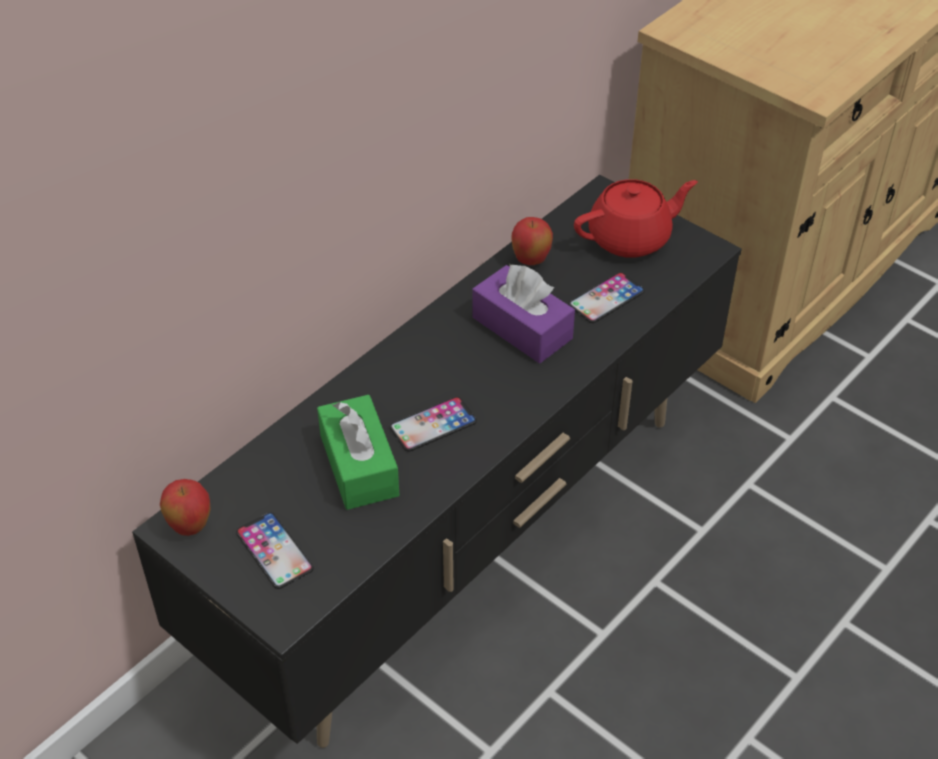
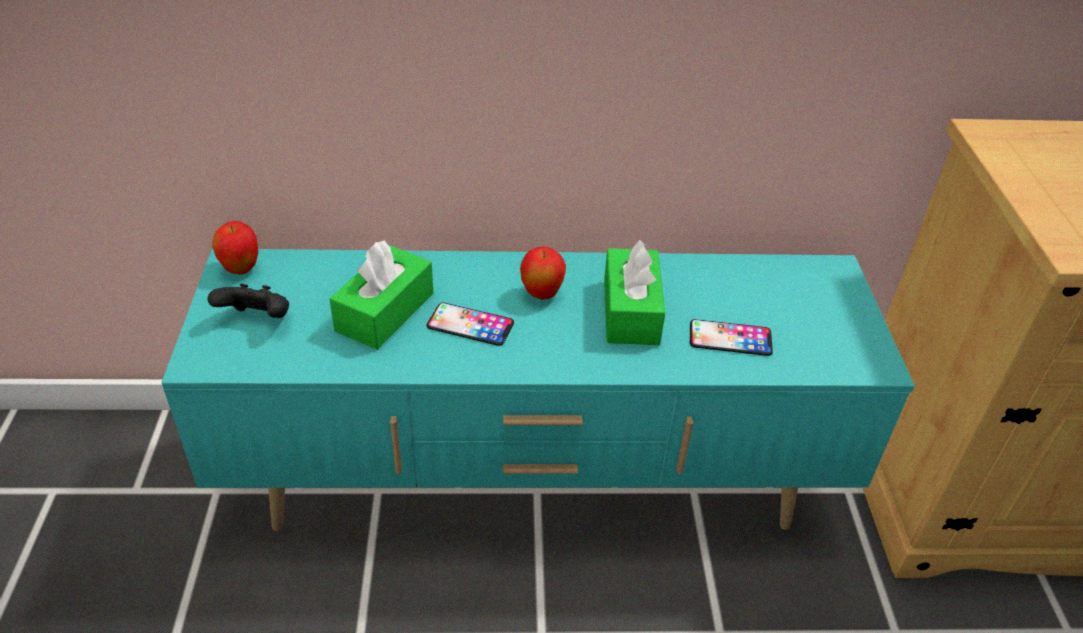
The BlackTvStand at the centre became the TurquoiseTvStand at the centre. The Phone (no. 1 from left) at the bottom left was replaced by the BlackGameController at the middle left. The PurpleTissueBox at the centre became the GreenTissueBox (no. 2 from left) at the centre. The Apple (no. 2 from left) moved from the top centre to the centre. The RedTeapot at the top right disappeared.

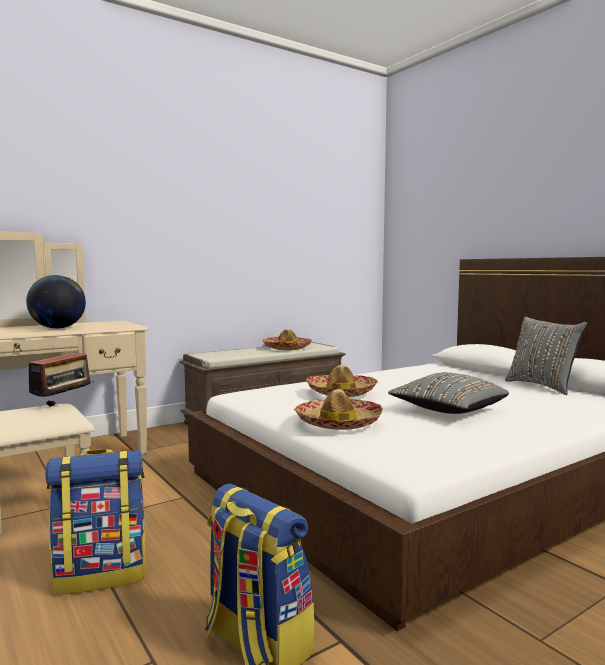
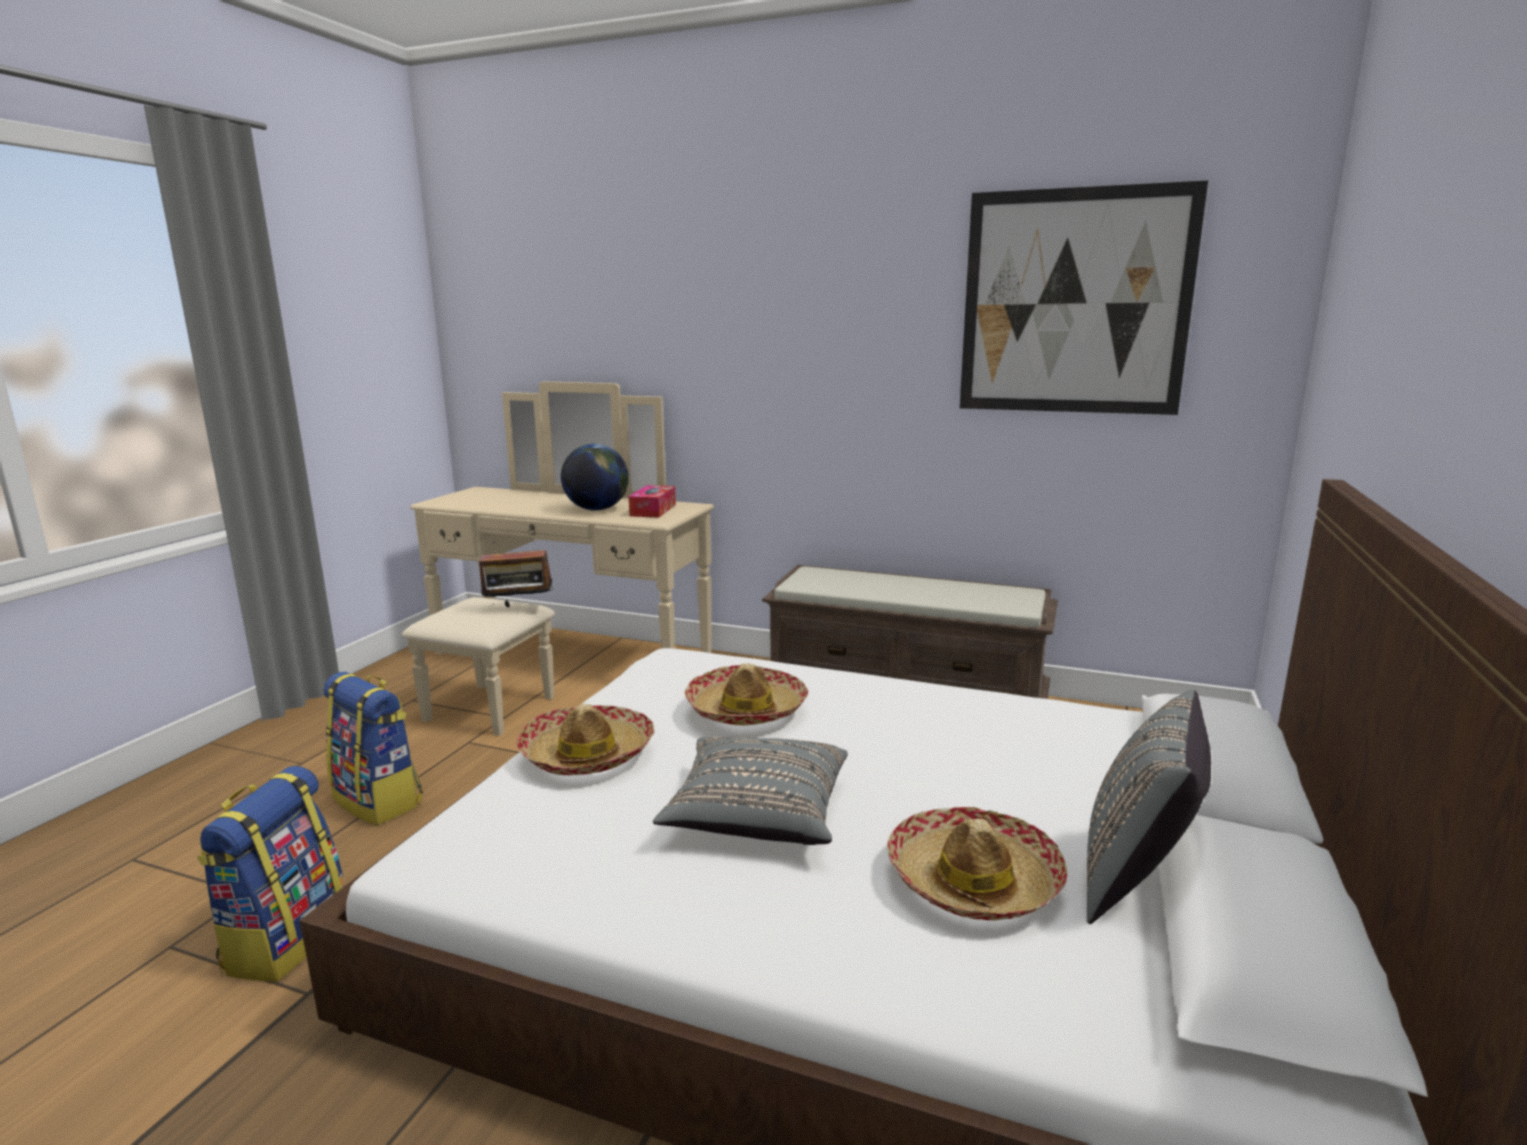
The Hat (no. 1 from left in the first image) moved from the centre to the bottom centre. The TissueBox at the centre appeared. The Picture at the top right appeared.

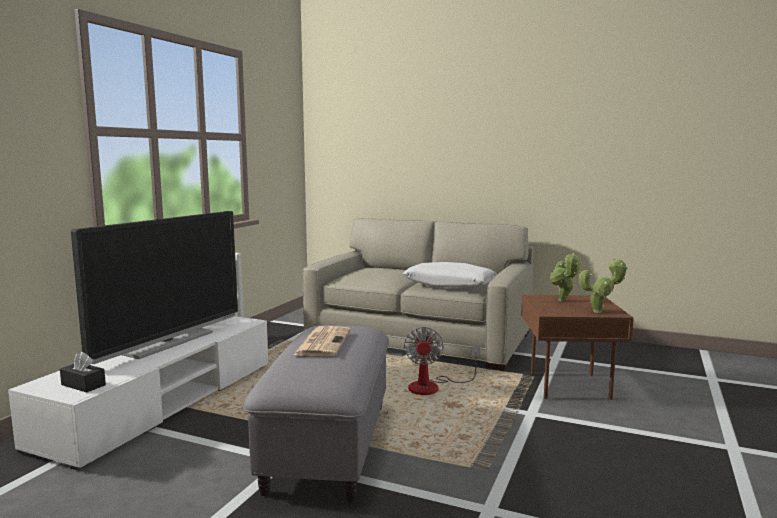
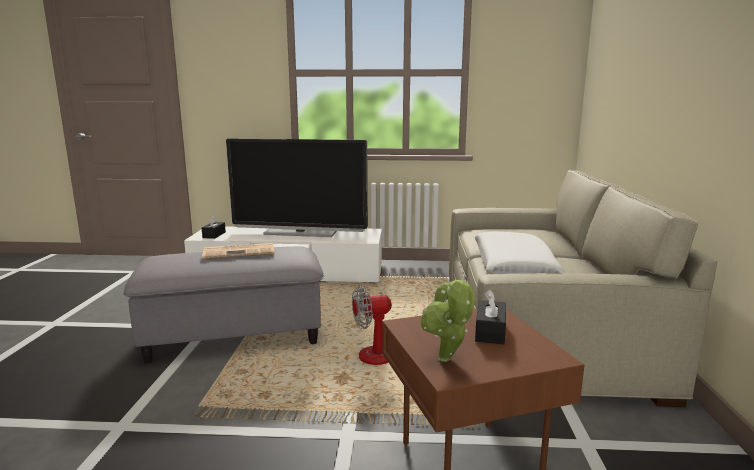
The PottedPlant (no. 1 from left) at the middle right was replaced by the BlackTissueBox (no. 2 from left) at the bottom centre.

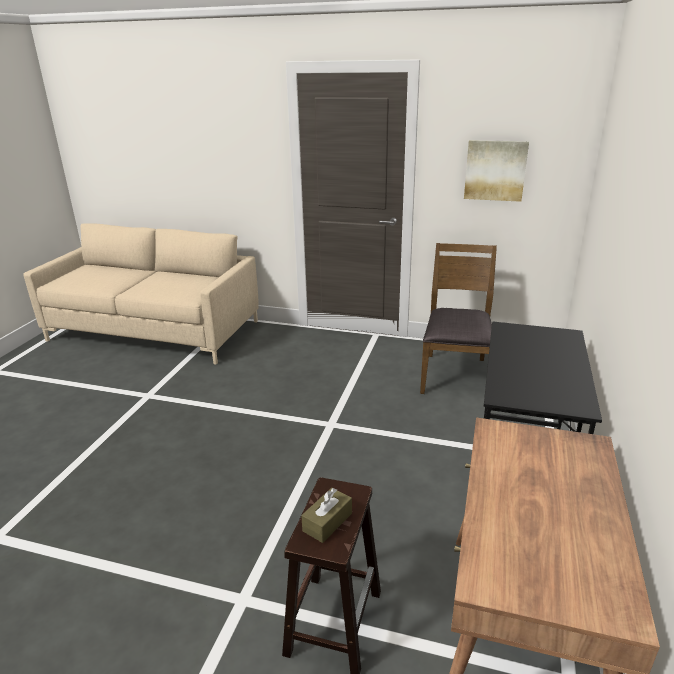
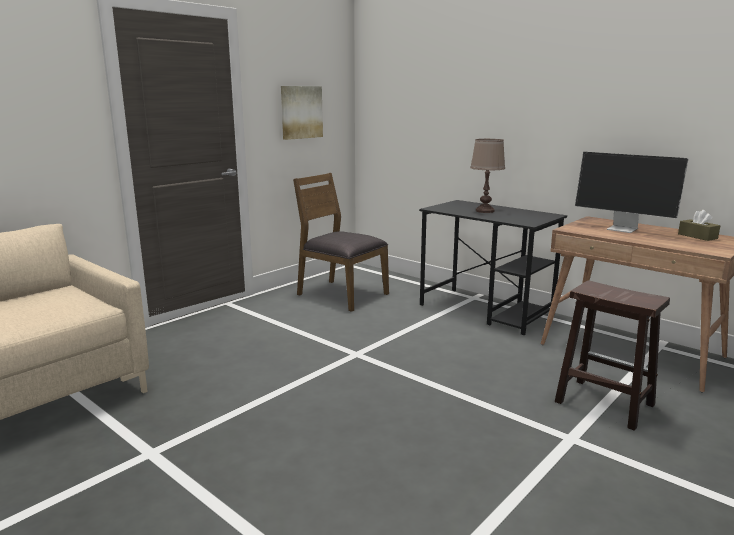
The BrownTissueBox moved from the bottom centre to the middle right. The BrownTableLamp at the top centre appeared. The Monitor at the middle right appeared.

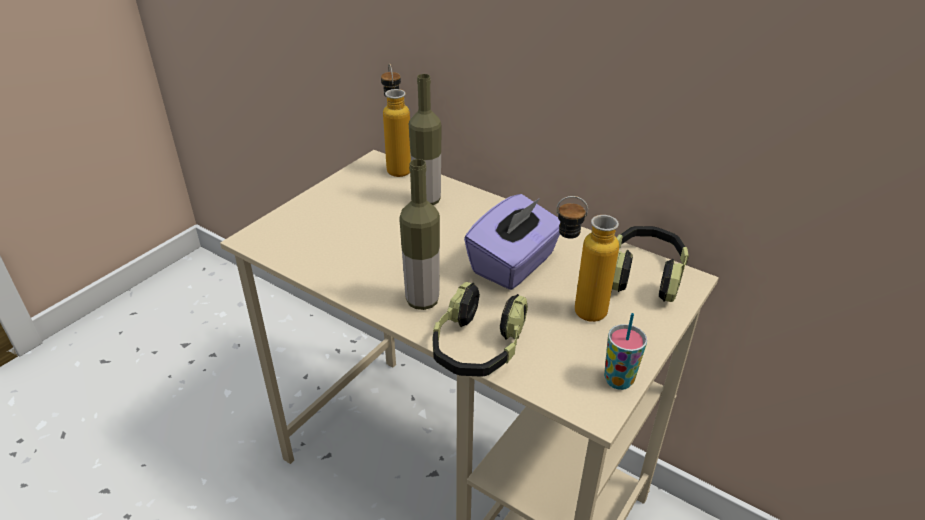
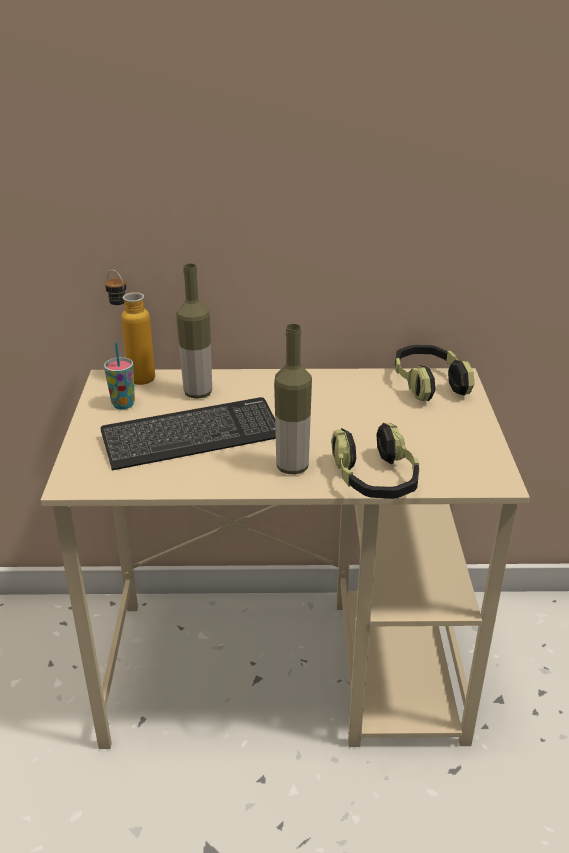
The PurpleTissueBox at the centre disappeared. The Bottle (no. 4 from left) at the centre disappeared. The Cup moved from the bottom right to the middle left. The Keyboard at the middle left appeared.

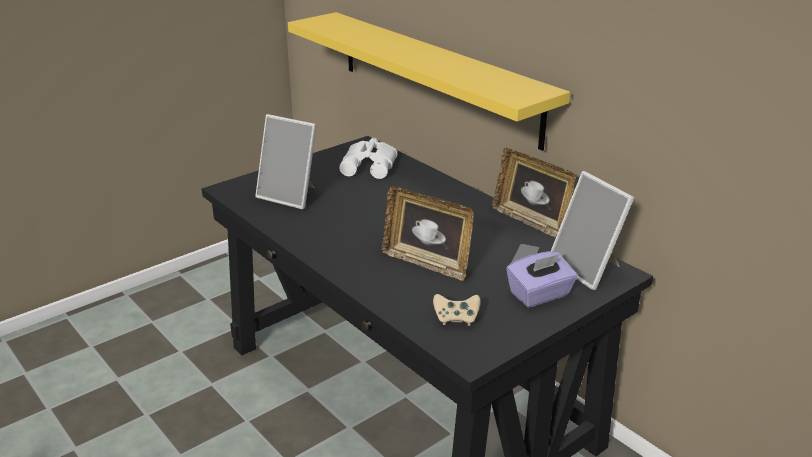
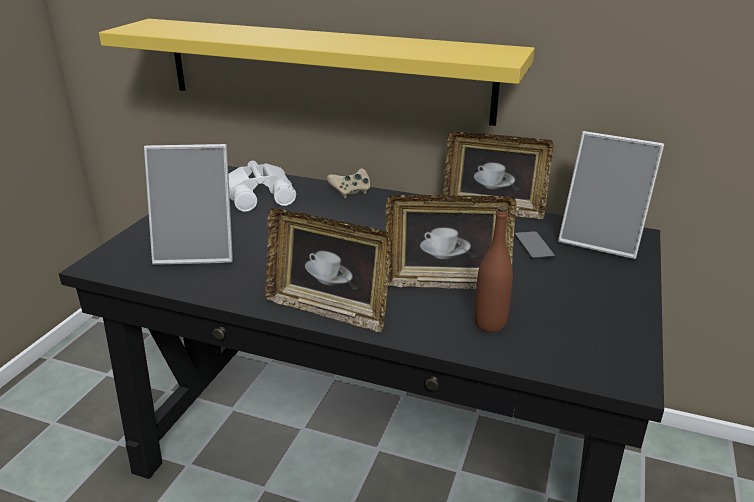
The BeigeGameController moved from the bottom centre to the centre. The PurpleTissueBox at the middle right disappeared. The PictureFrame (no. 2 from left) at the centre appeared. The BrownBottle at the centre appeared.

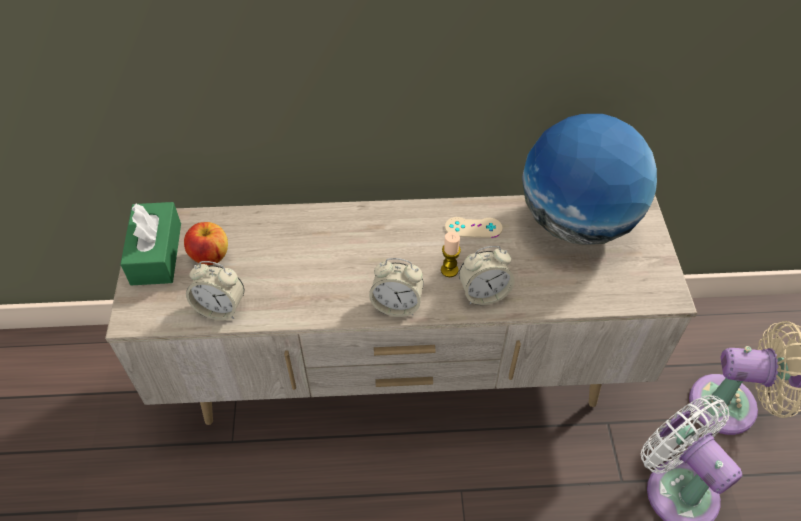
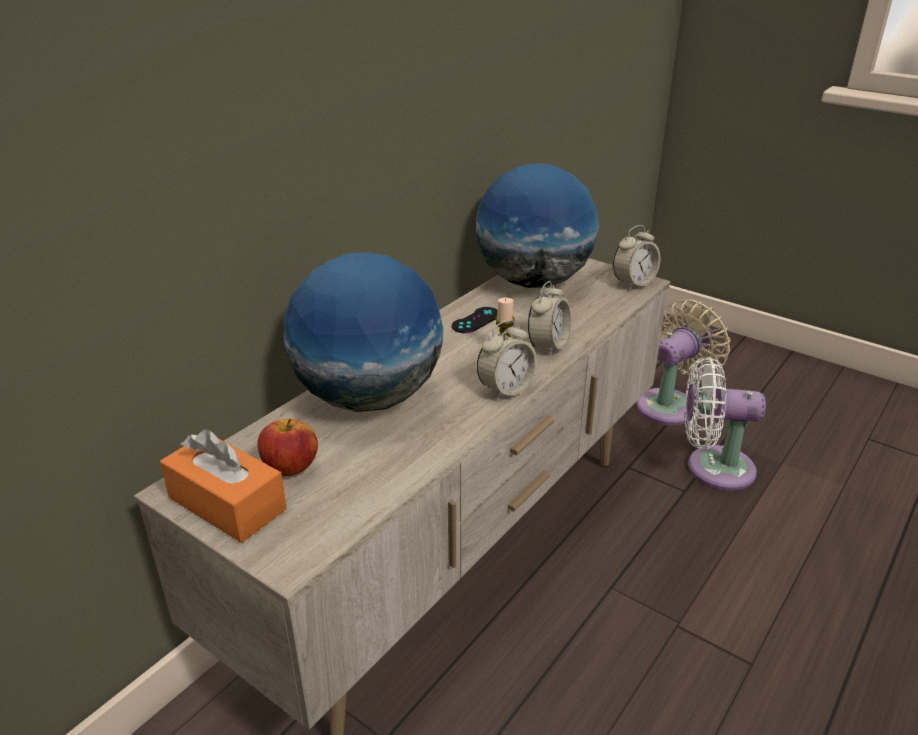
The GreenTissueBox at the middle left became the OrangeTissueBox at the middle left. The AlarmClock (no. 1 from left in the first image) moved from the middle left to the middle right. The BeigeGameController at the centre became the BlackGameController at the centre. The Globe (no. 1 from left) at the centre appeared.

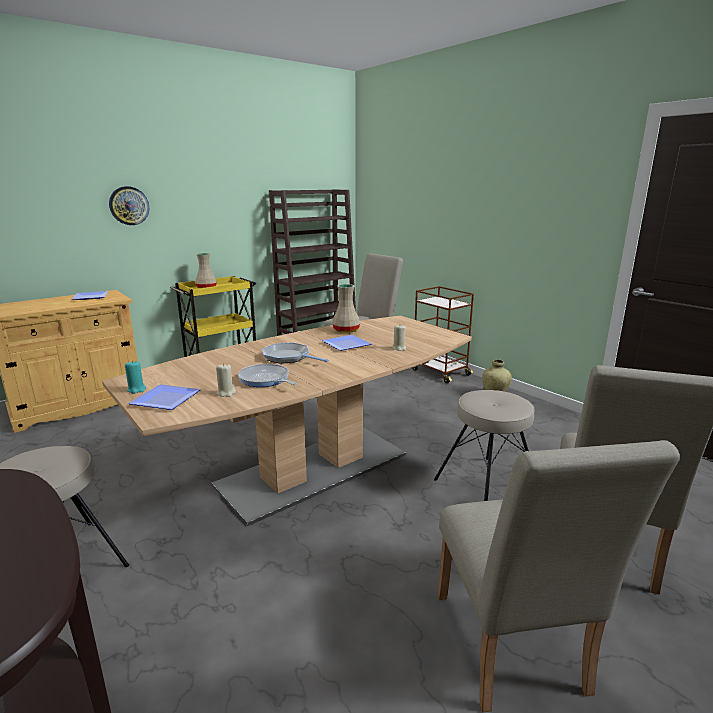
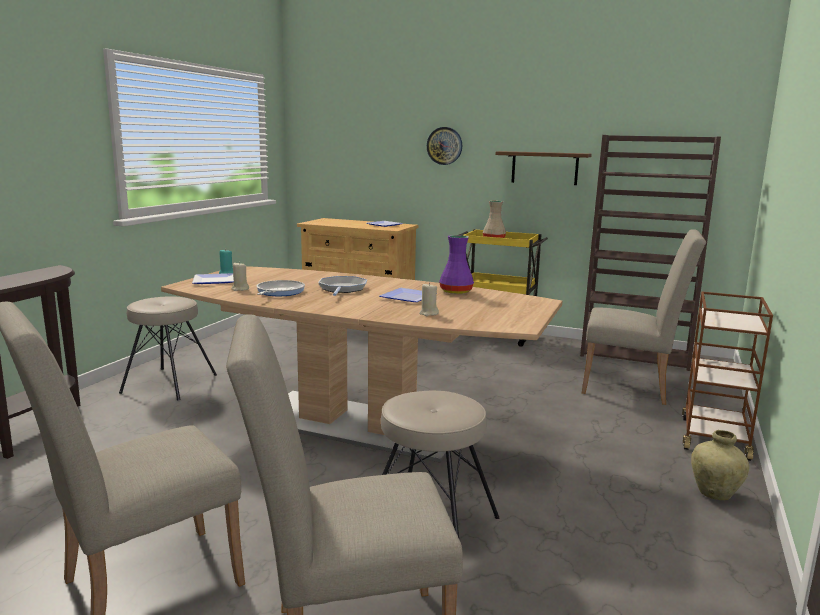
The BeigeVase (no. 2 from left) at the centre became the PurpleVase at the centre. The Shelf at the top centre appeared.

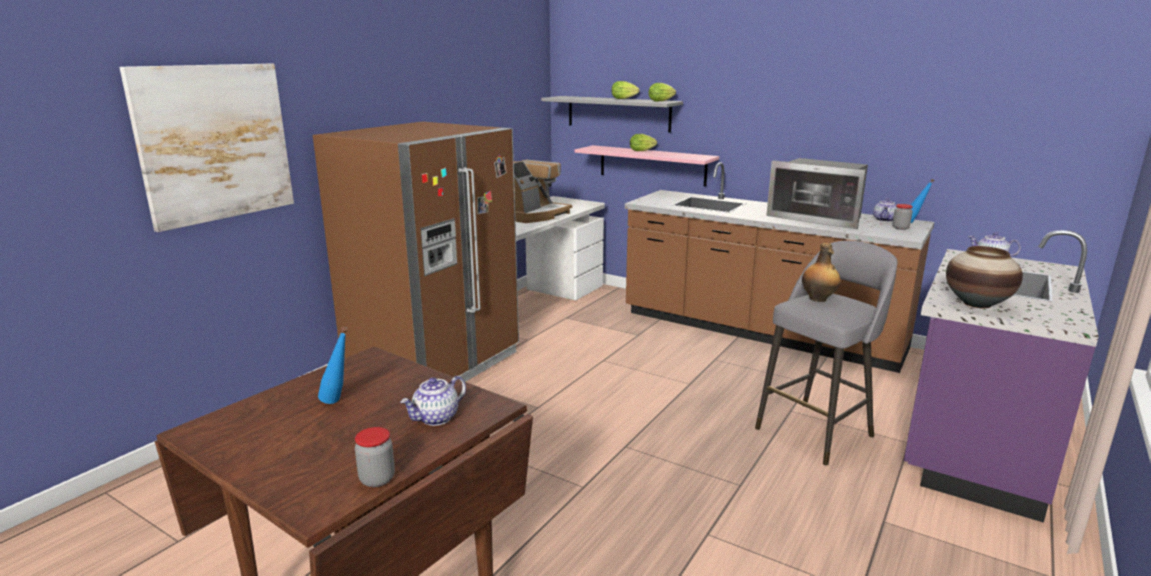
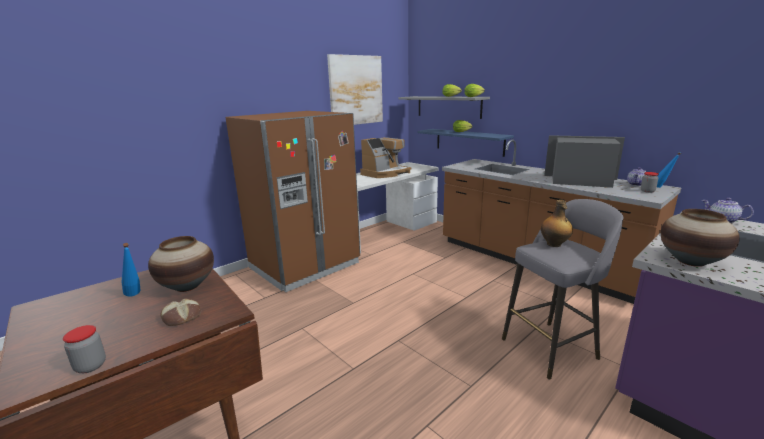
The Picture moved from the top left to the top centre. The Teapot (no. 1 from left) at the bottom centre was replaced by the Bread at the bottom left. The PinkShelf at the top centre became the BlueShelf at the top centre. The Microwave at the middle right turned 150 degrees clockwise. The Vase (no. 1 from left) at the middle left appeared.

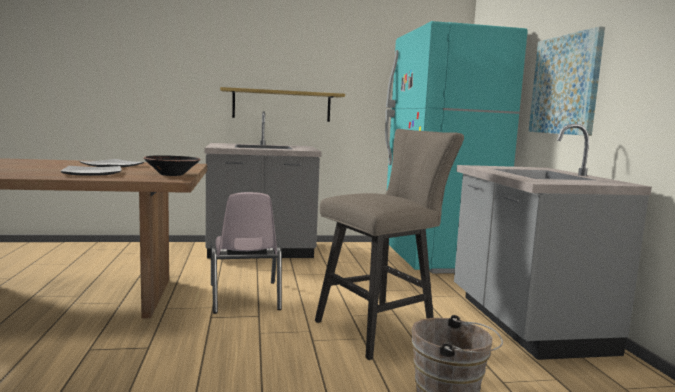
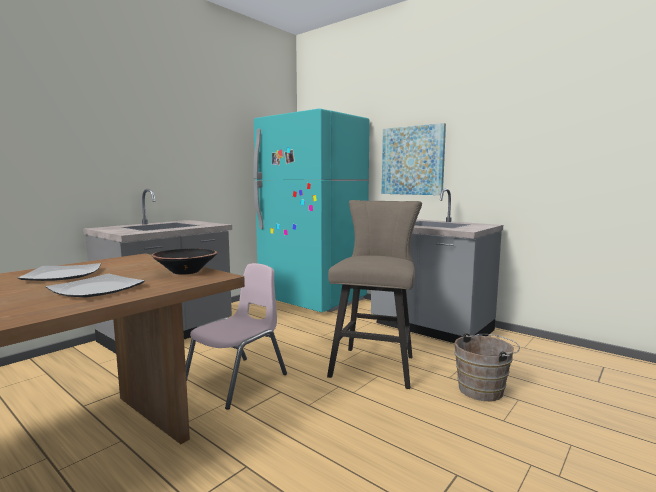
The PinkChair at the centre turned 90 degrees counterclockwise. The Shelf at the top centre disappeared.

